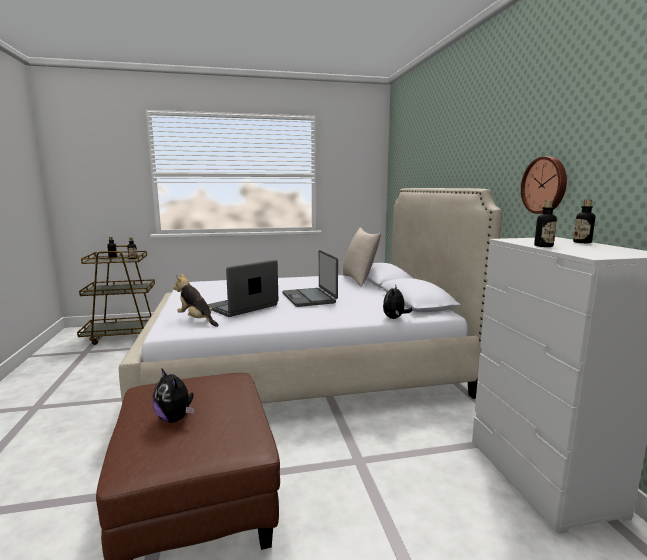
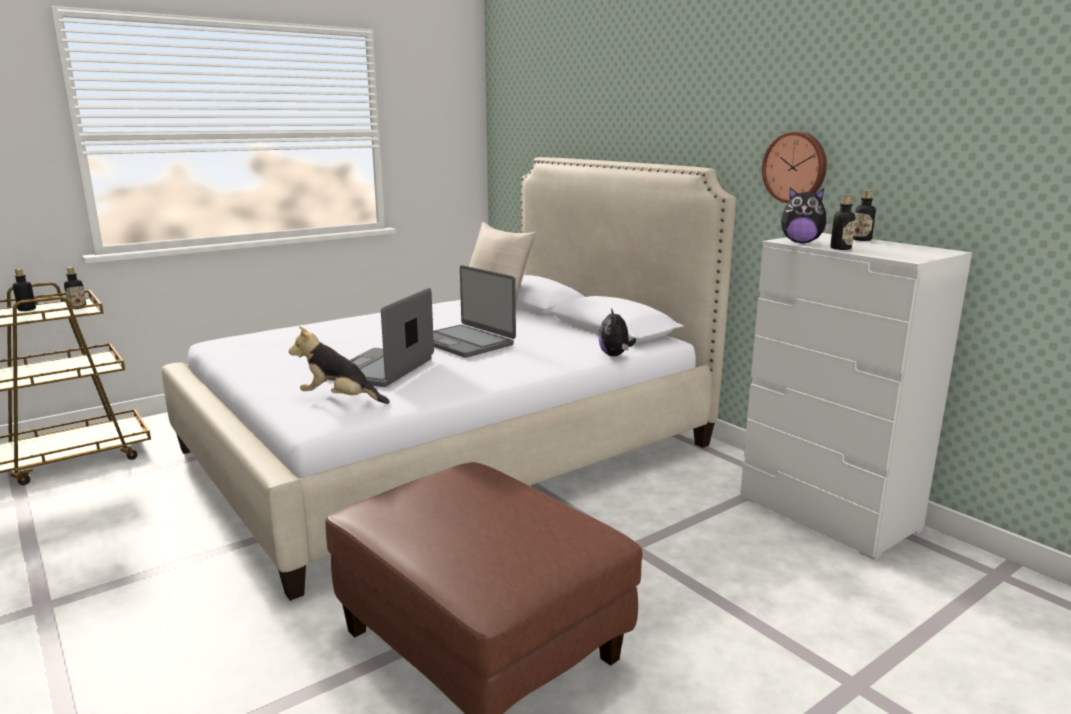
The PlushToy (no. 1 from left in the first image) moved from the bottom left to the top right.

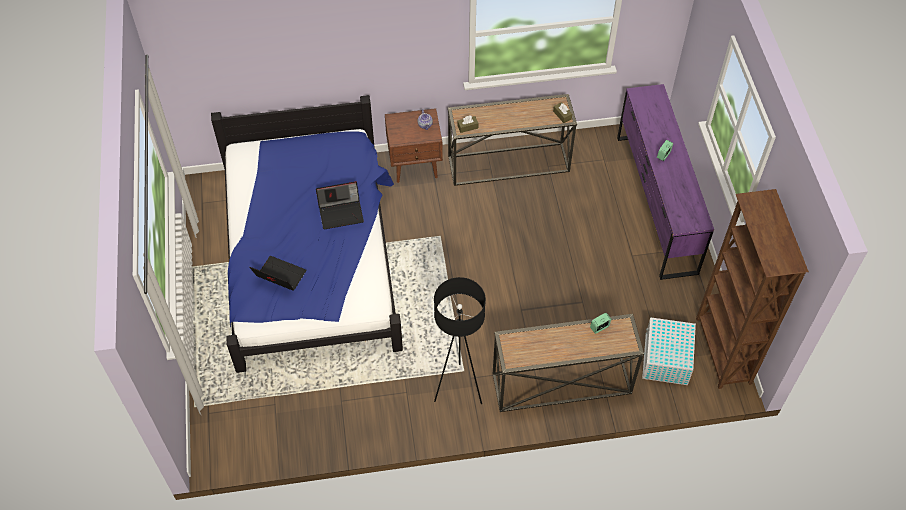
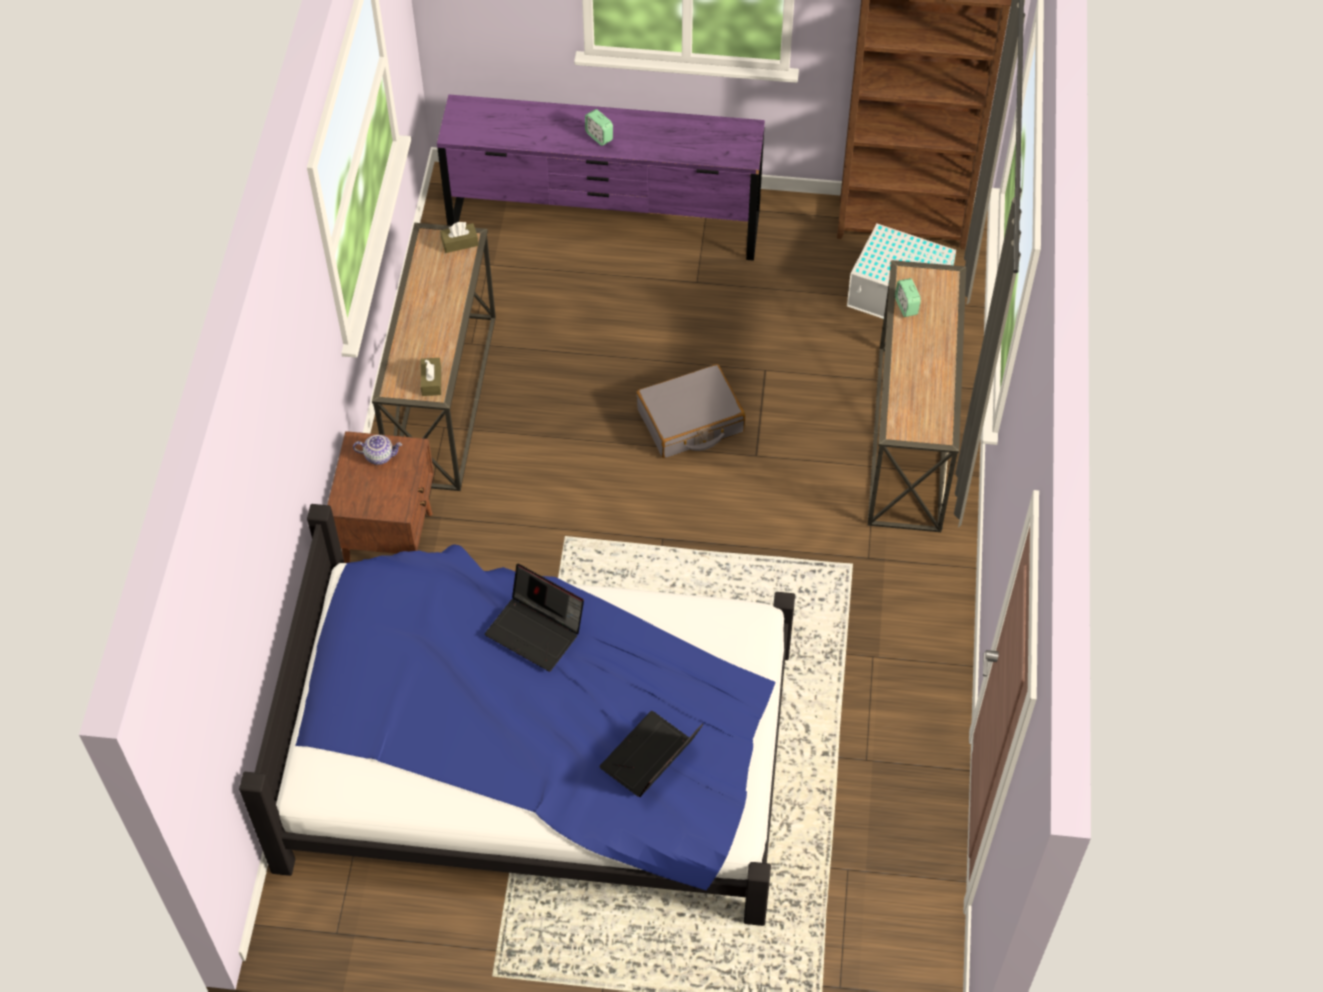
The Laptop (no. 2 from left in the first image) at the centre turned 120 degrees clockwise. The BlackFloorLamp at the bottom centre disappeared. The GreySuitcase at the centre appeared.

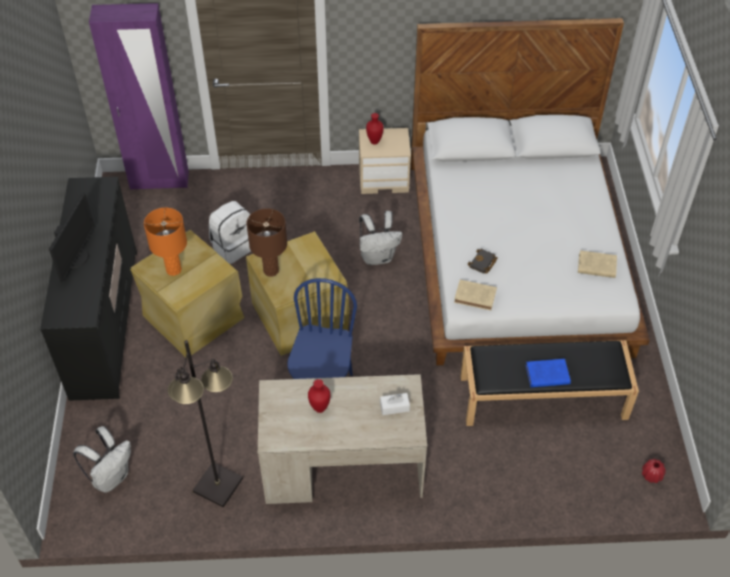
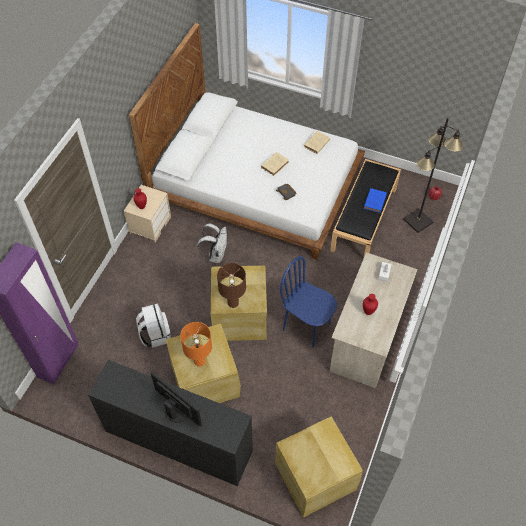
The WhiteBackpack (no. 1 from left) at the bottom left was replaced by the BeigeStorageBox (no. 3 from left) at the bottom centre. The BlackFloorLamp moved from the bottom left to the top right. The BeigeBook (no. 1 from left) moved from the centre to the top centre.

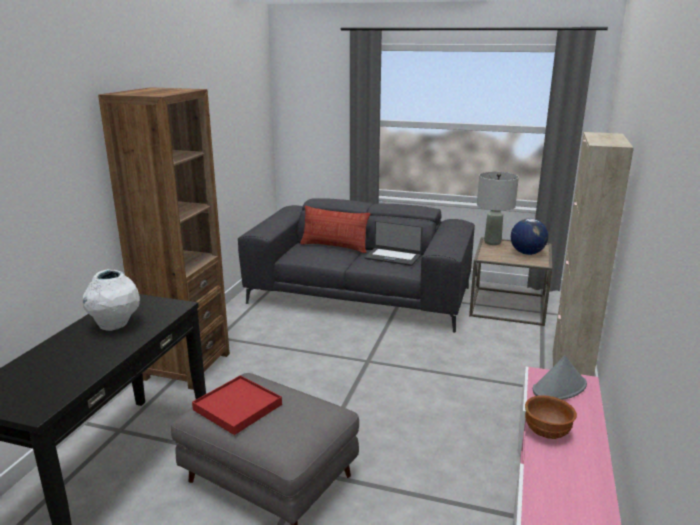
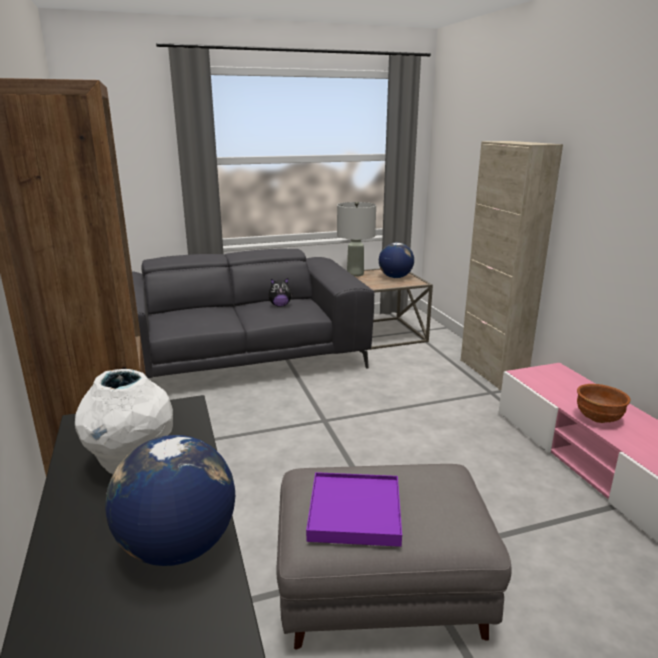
The RedTray at the bottom centre became the PurpleTray at the bottom centre. The Pillow at the centre disappeared. The Laptop at the centre was replaced by the PlushToy at the centre. The GreyHat at the bottom right disappeared. The Globe (no. 1 from left) at the bottom left appeared.

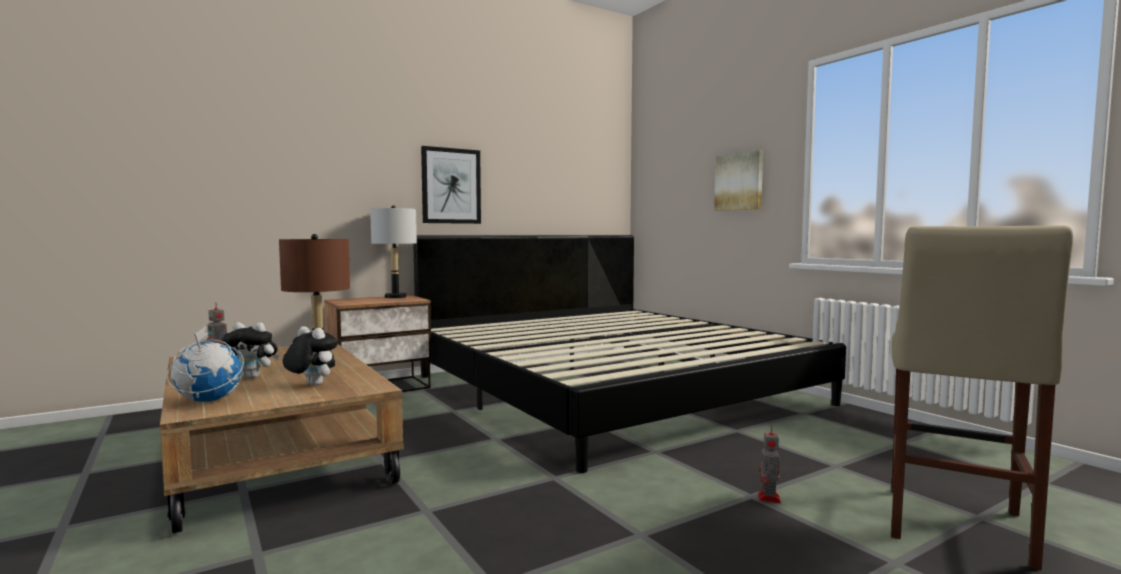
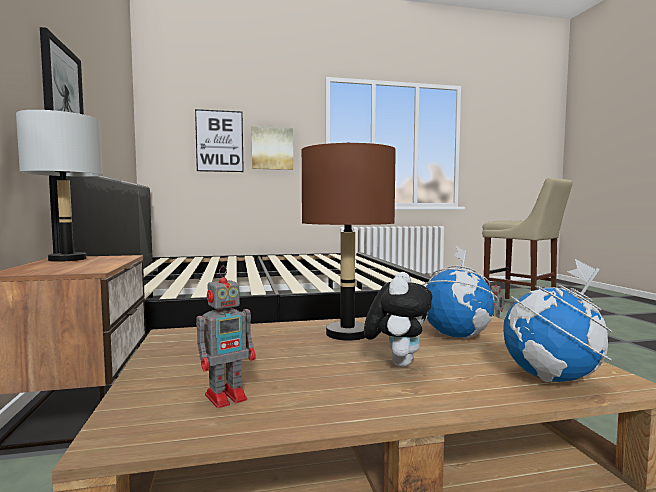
The PlushToy (no. 2 from left) at the middle left was replaced by the Globe (no. 1 from left) at the middle right. The Picture (no. 2 from left) at the top centre appeared.

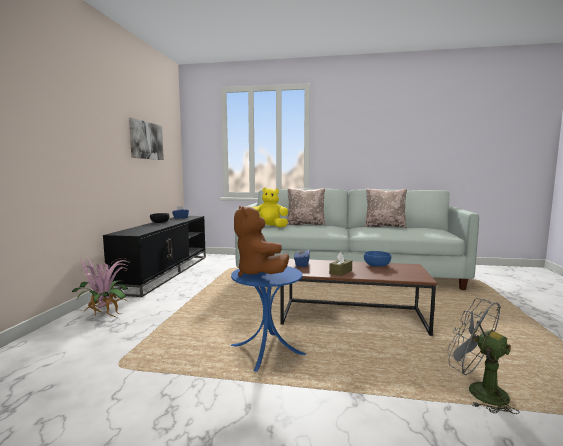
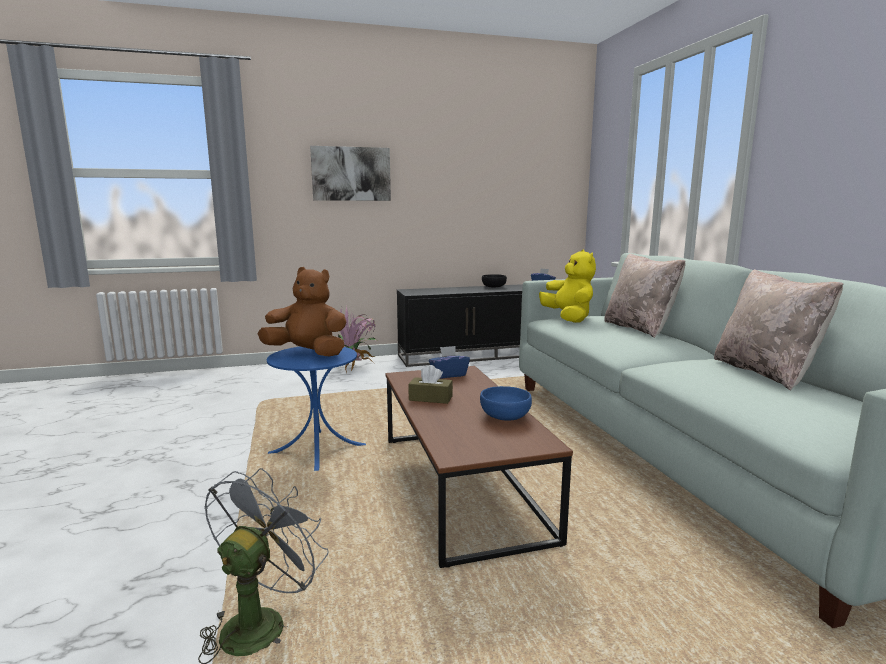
The Picture moved from the top left to the top centre. The BrownPlushToy at the centre turned 60 degrees clockwise.

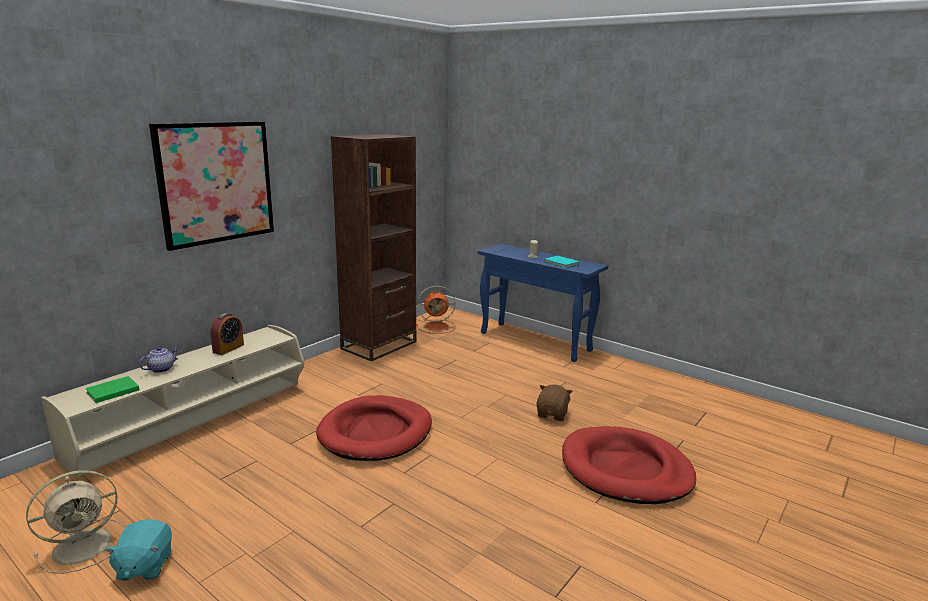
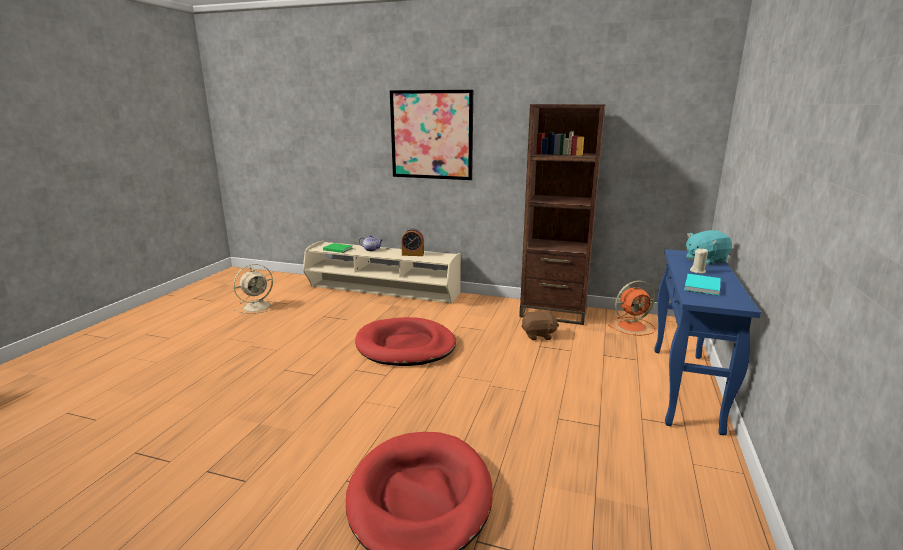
The BeigeFan at the bottom left turned 75 degrees counterclockwise. The TurquoisePlushToy moved from the bottom left to the middle right. The OrangeFan at the centre turned 75 degrees counterclockwise. The BrownPlushToy moved from the bottom centre to the centre.

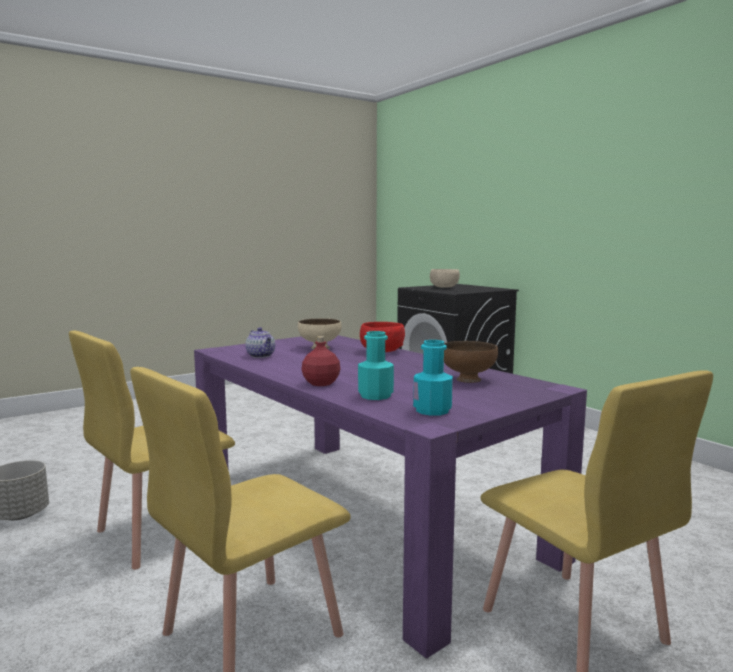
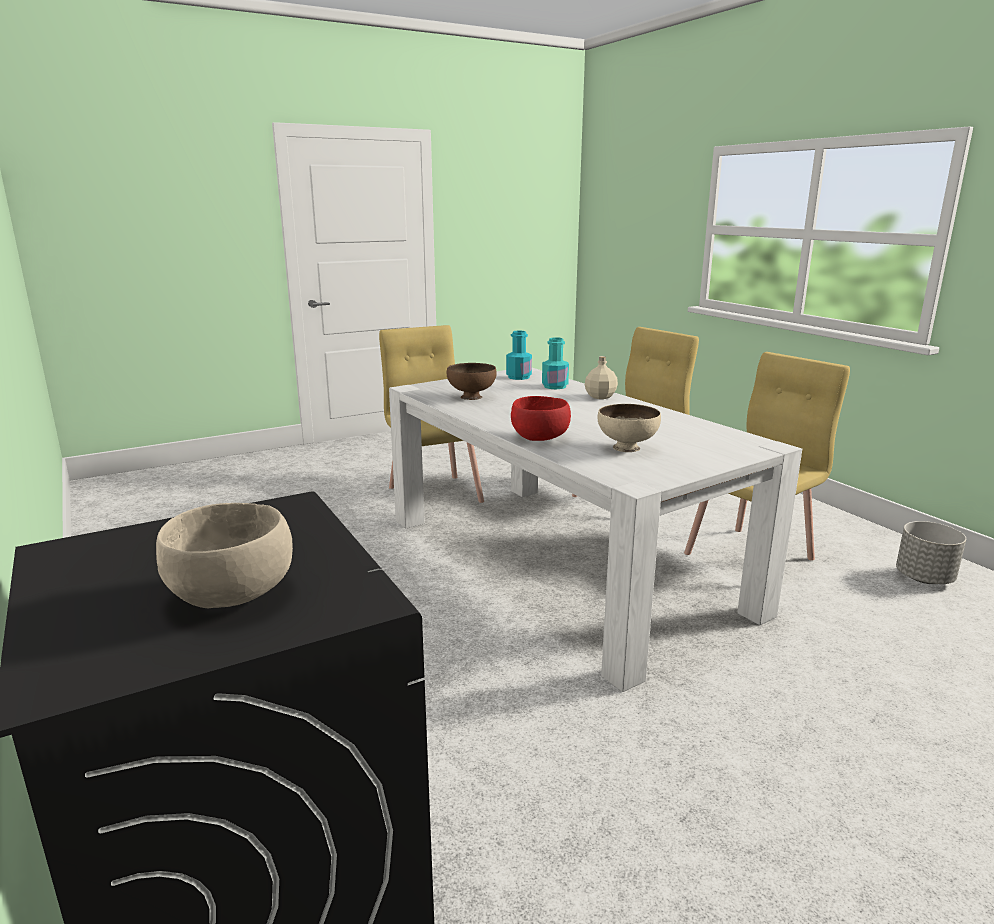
The PurpleDiningTable at the bottom centre became the WhiteDiningTable at the centre. The Teapot at the centre disappeared. The RedBottle at the centre became the BeigeBottle at the centre.

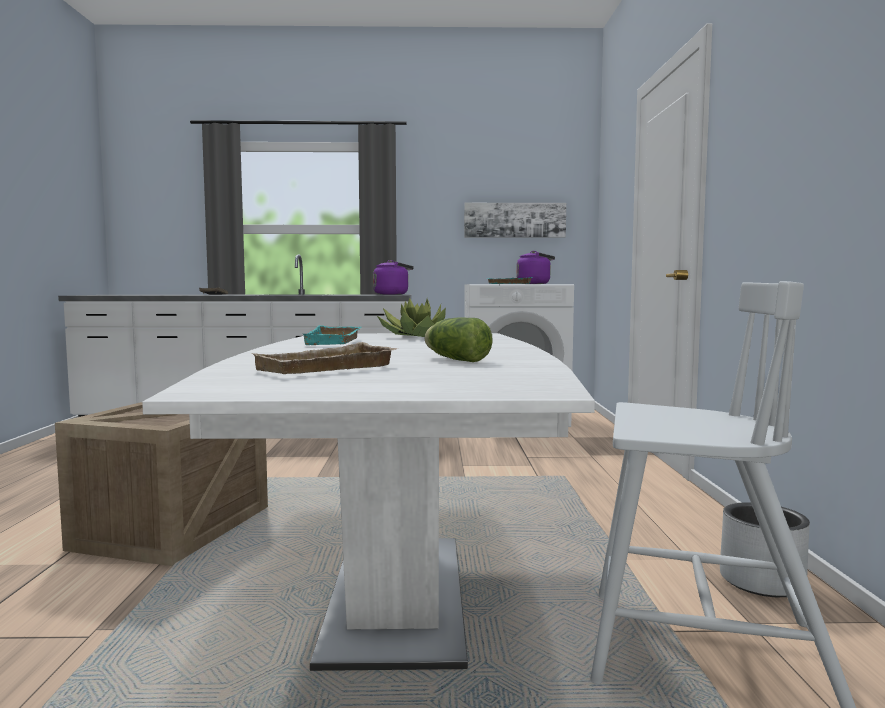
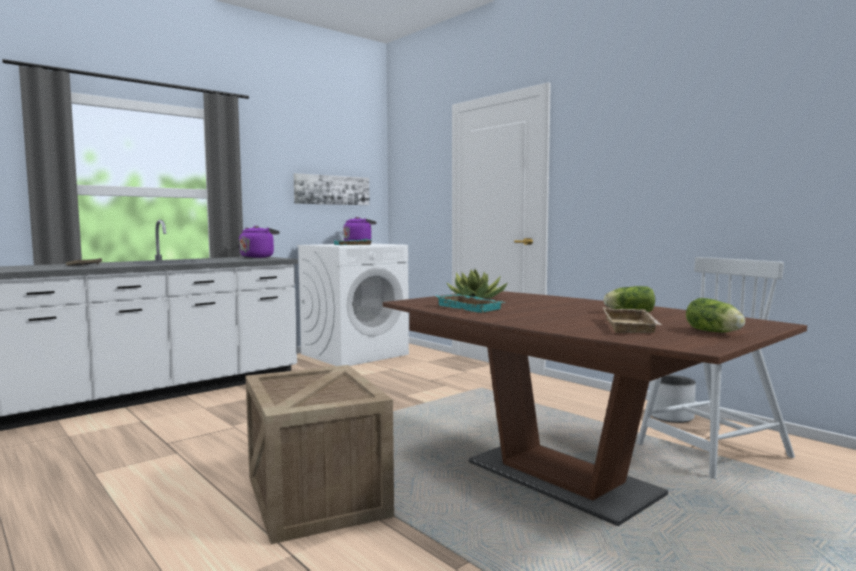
The WhiteDiningTable at the bottom centre became the BrownDiningTable at the bottom right. The Lettuce (no. 2 from left) at the middle right appeared.

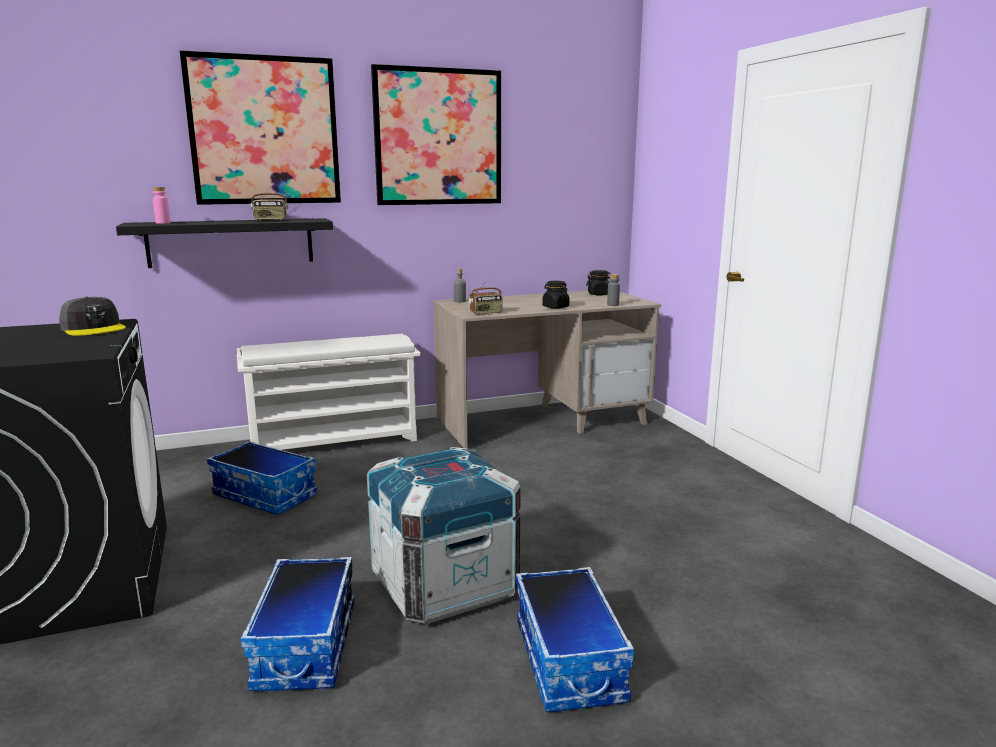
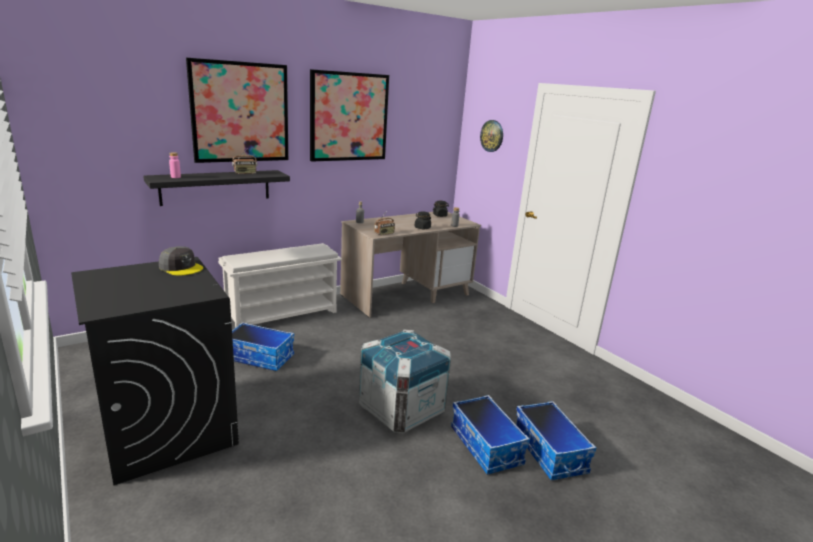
The StorageBox (no. 2 from left in the first image) moved from the bottom left to the bottom right. The WallClock at the top centre appeared.

